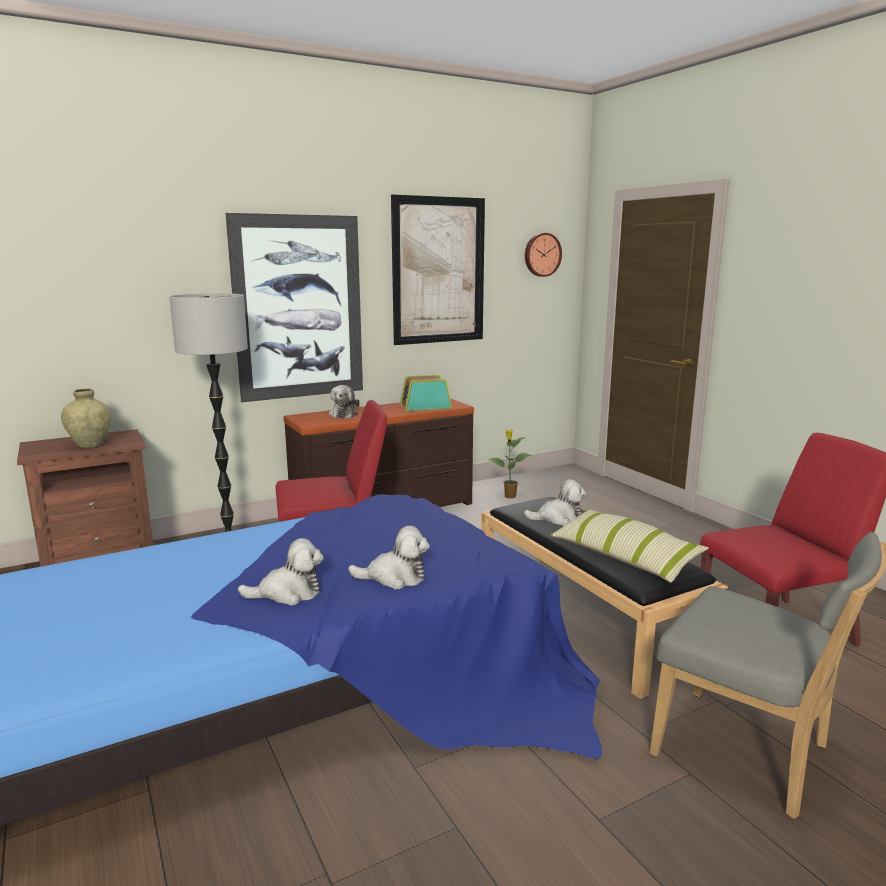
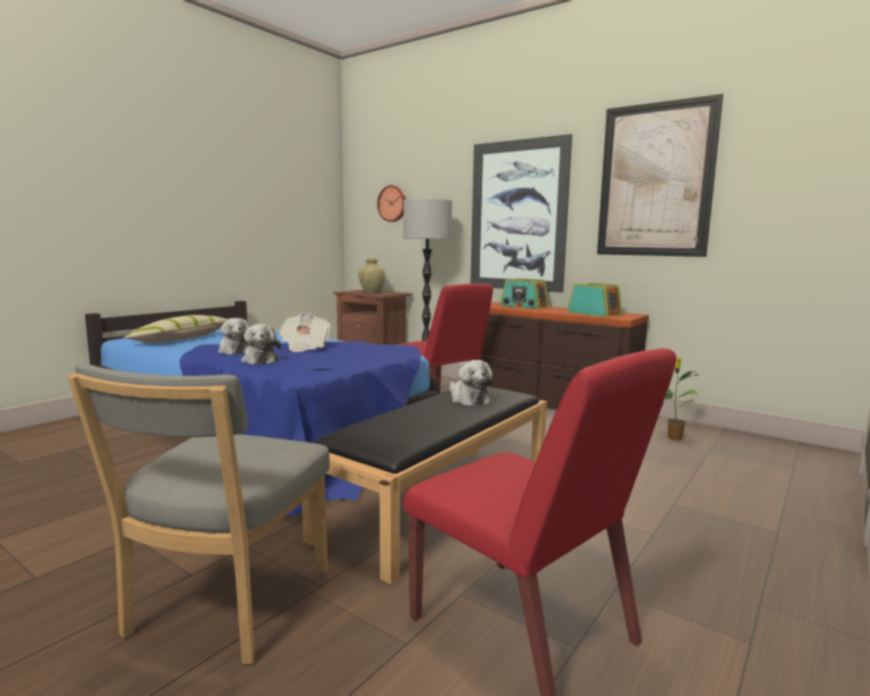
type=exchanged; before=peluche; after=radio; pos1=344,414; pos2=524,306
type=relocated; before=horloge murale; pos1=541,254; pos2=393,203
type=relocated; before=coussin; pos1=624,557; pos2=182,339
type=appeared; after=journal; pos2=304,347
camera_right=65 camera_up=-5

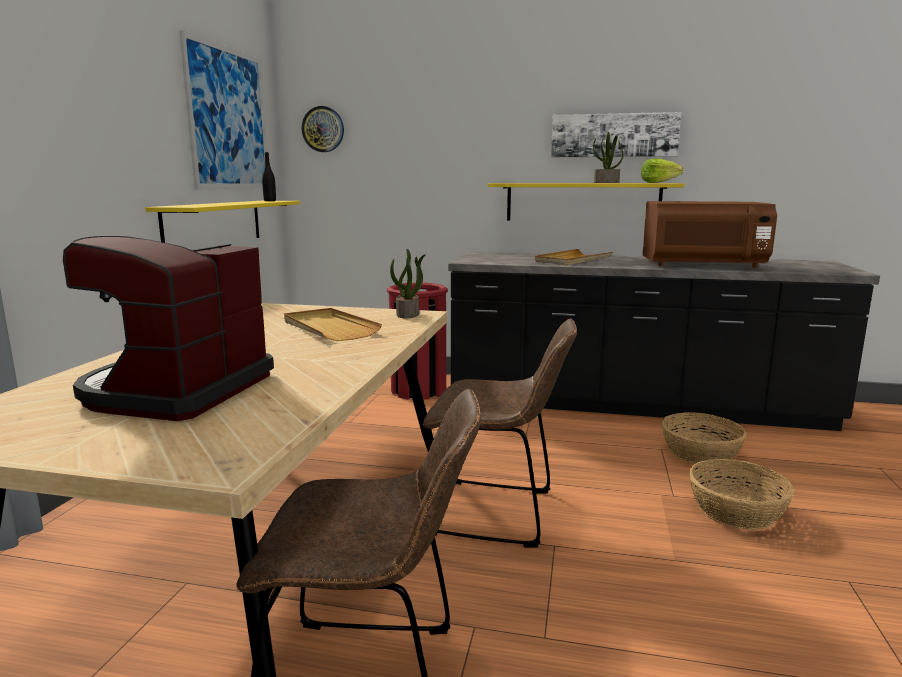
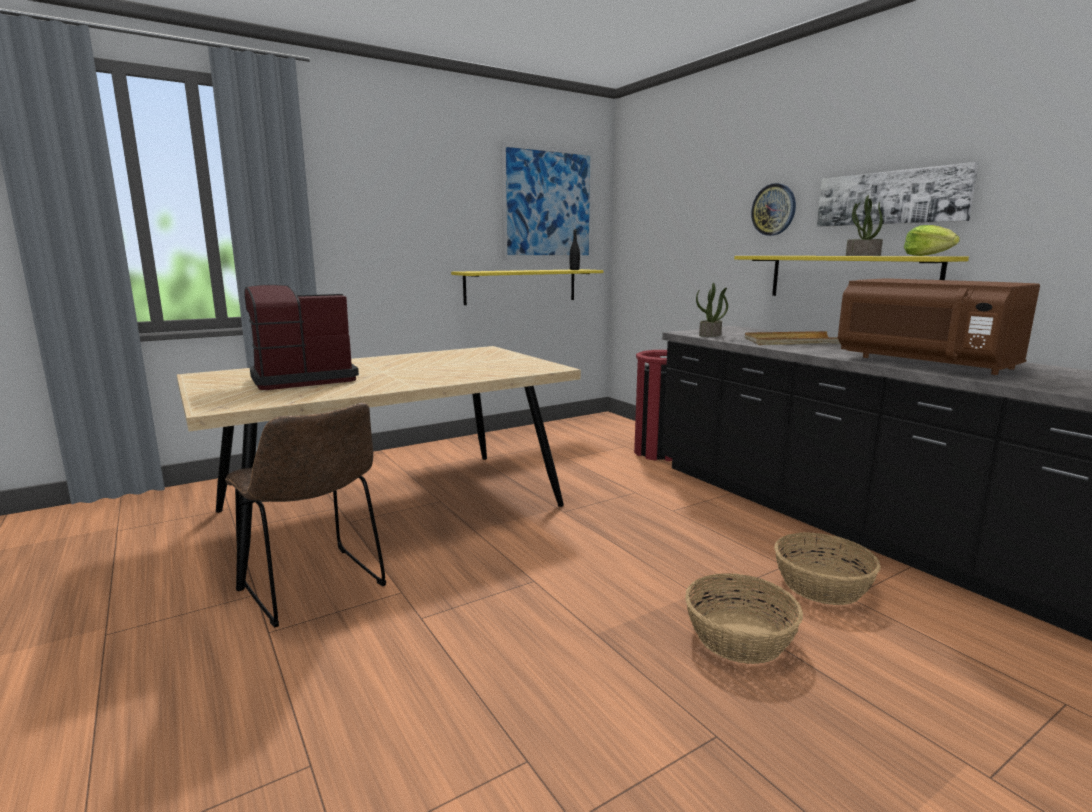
type=missing; before=plateau [beige]; pos1=329,328
type=relocated; before=horloge murale; pos1=323,129; pos2=774,209
type=relocated; before=plante en pot; pos1=408,314; pos2=710,335
type=missing; before=chaise [marron]; pos1=498,513
camera_right=45 camera_up=0

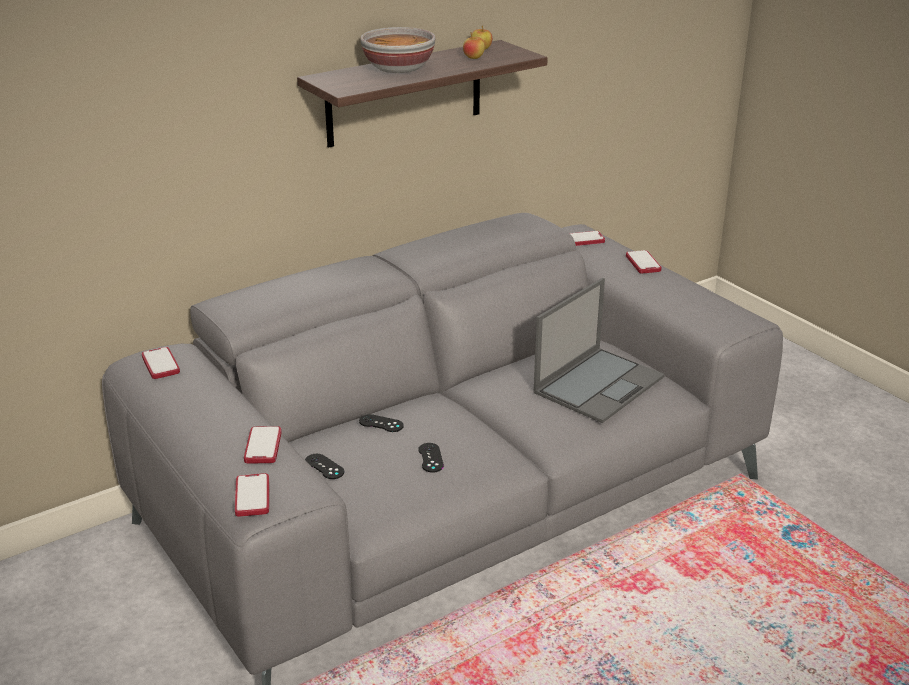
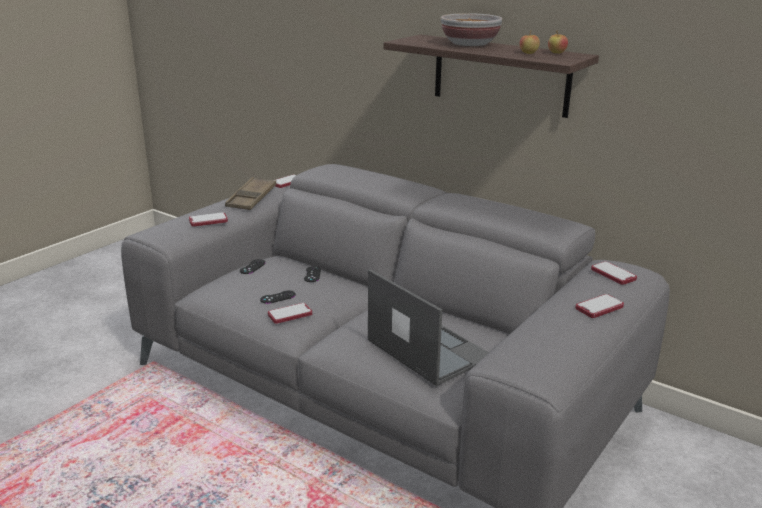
type=relocated; before=téléphone; pos1=252,496; pos2=290,314
type=spun; before=ordinateur portable; pos1=599,384; pos2=427,349; turn=-150
type=appeared; after=plateau [marron]; pos2=251,198
camera_right=70 camera_up=-5

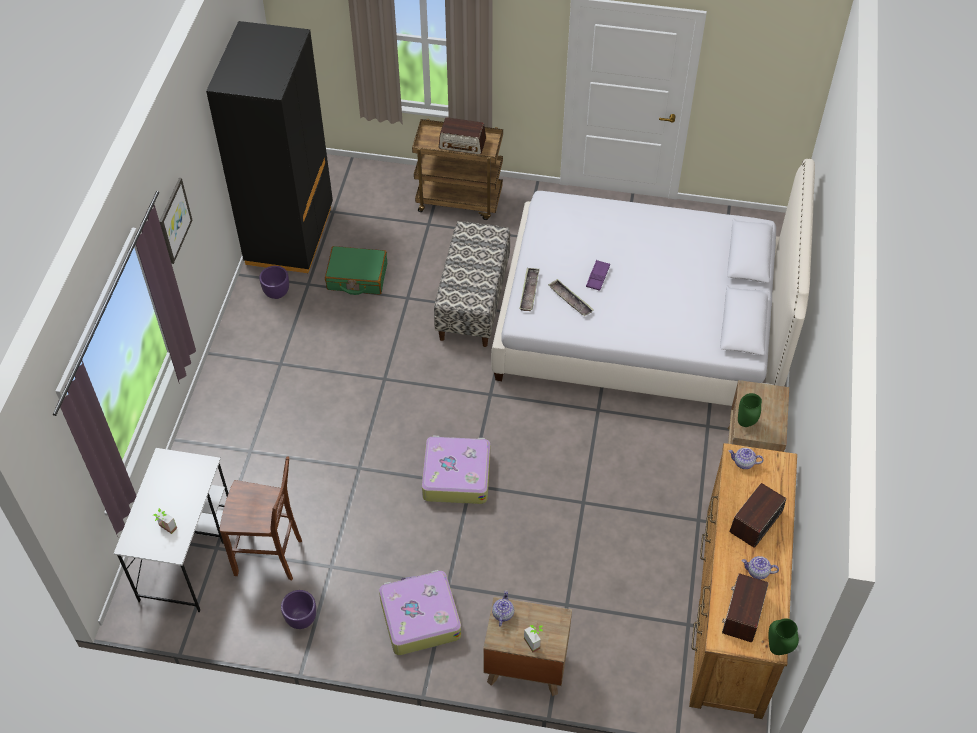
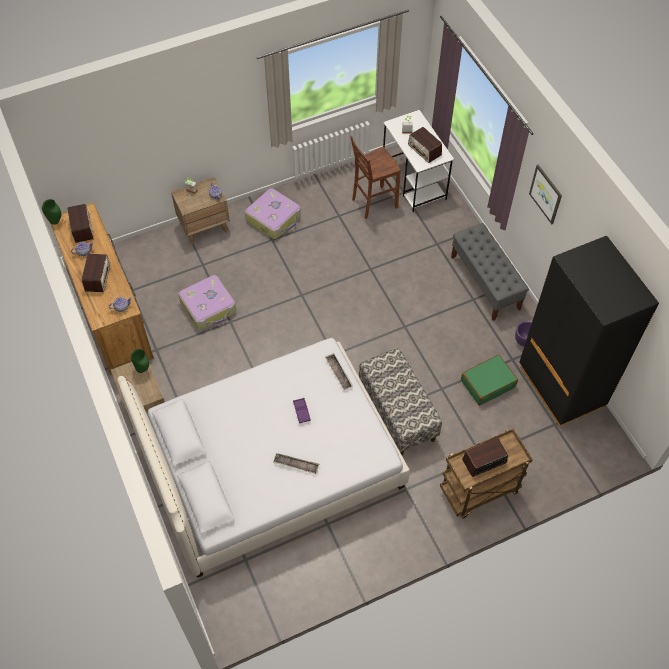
type=missing; before=cache-pot [violet]; pos1=301,619
type=relocated; before=valise; pos1=456,475; pos2=209,307
type=relocated; before=plateau; pos1=570,300; pos2=296,465
type=appeared; after=radio; pos2=424,150
type=appeared; after=banc [gris]; pos2=485,283
camera_right=145 camera_up=5

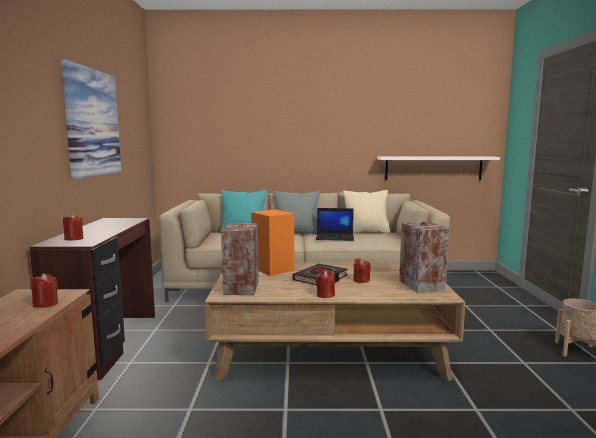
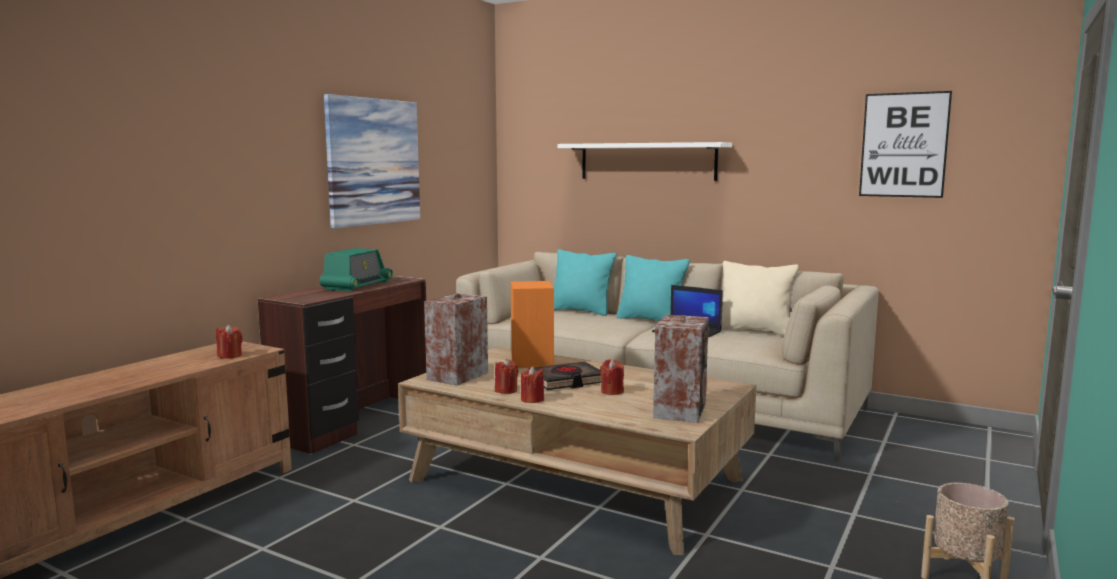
type=relocated; before=bougie [rouge]; pos1=74,239; pos2=506,390
type=colour; before=coussin [gris]; after=coussin [turquoise]; pos1=297,233; pos2=651,320
type=relocated; before=étagère [blanc]; pos1=433,168; pos2=647,161
type=appeared; after=radio; pos2=357,285
type=appeared; after=tableau; pos2=904,145
camera_right=30 camera_up=0

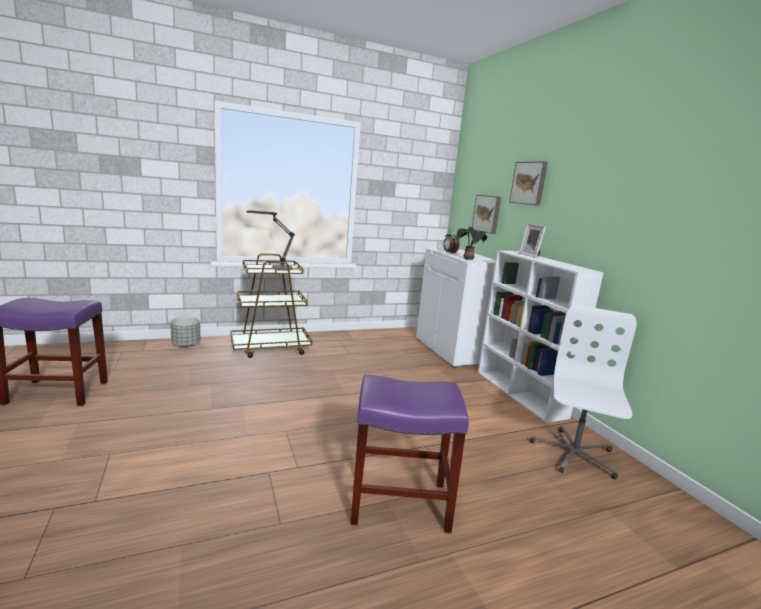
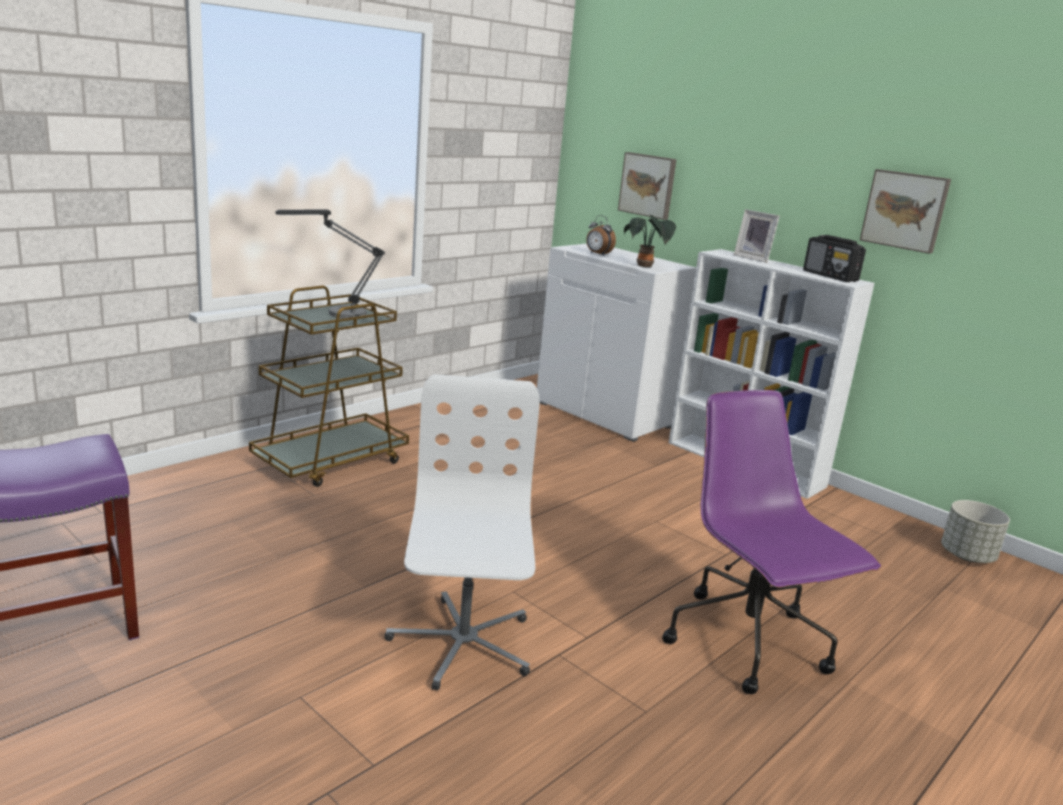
type=relocated; before=cache-pot [gris]; pos1=186,345; pos2=967,556
type=exchanged; before=tabouret [violet]; after=chaise de bureau [violet]; pos1=400,502; pos2=748,643
type=relocated; before=tableau; pos1=529,183; pos2=905,210
type=relocated; before=chaise de bureau [blanc]; pos1=573,454; pos2=462,644
type=appeared; after=radio; pos2=830,276
camera_right=-25 camera_up=5

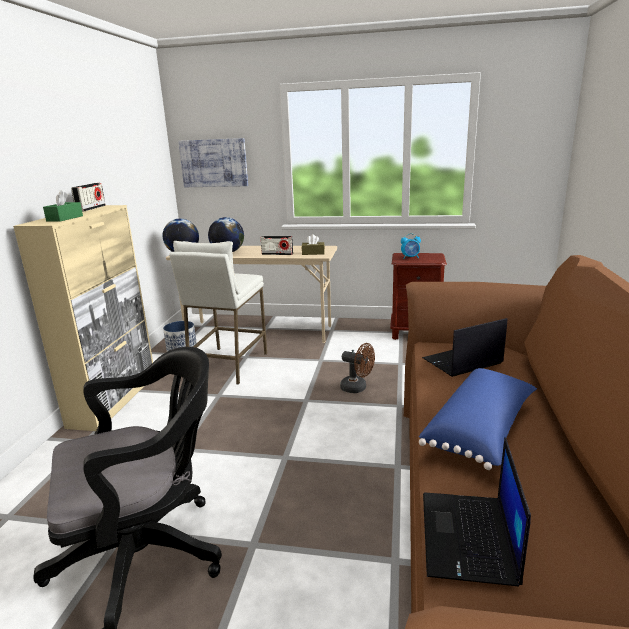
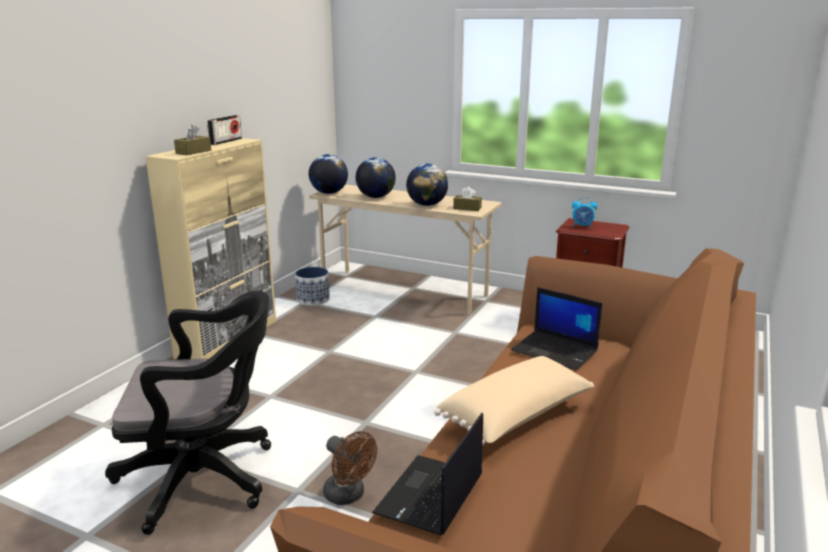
type=colour; before=boîte à mouchoirs [vert]; after=boîte à mouchoirs [marron]; pos1=65,218; pos2=193,152
type=missing; before=tabouret [blanc]; pos1=228,365
type=missing; before=tableau; pos1=214,163
type=exchanged; before=radio; after=globe; pos1=277,254; pos2=427,205
type=relocated; before=ventilateur [marron]; pos1=357,388; pos2=348,496
type=colour; before=coussin [bleu]; after=coussin [beige]; pos1=481,430; pos2=517,417
type=spun; before=ordinateur portable; pos1=462,362; pos2=556,351; turn=-135
camera_right=15 camera_up=0

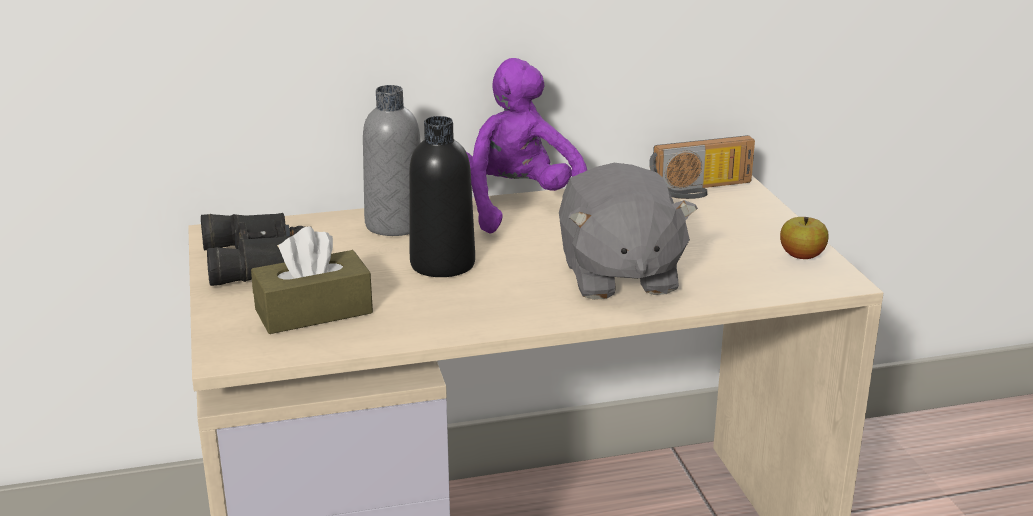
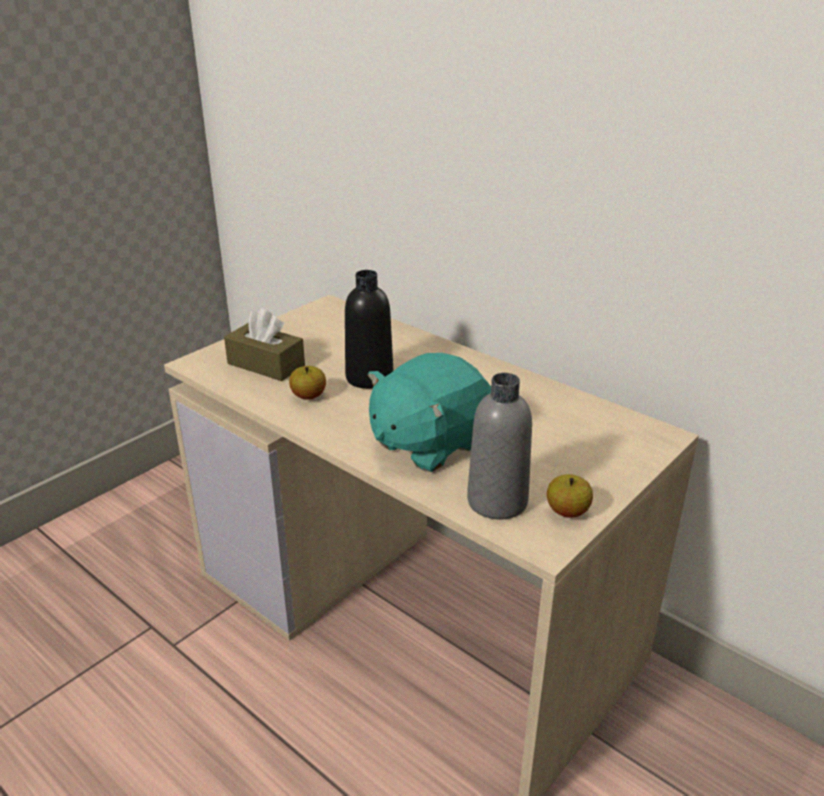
type=missing; before=jumelles [noir]; pos1=262,260
type=relocated; before=bouteille [gris]; pos1=395,224; pos2=497,501
type=missing; before=peluche [violet]; pos1=517,207
type=colour; before=peluche [gris]; after=peluche [turquoise]; pos1=618,276; pos2=427,443
type=missing; before=radio; pos1=702,190
type=appeared; after=pomme; pos2=308,396
camera_right=55 camera_up=5

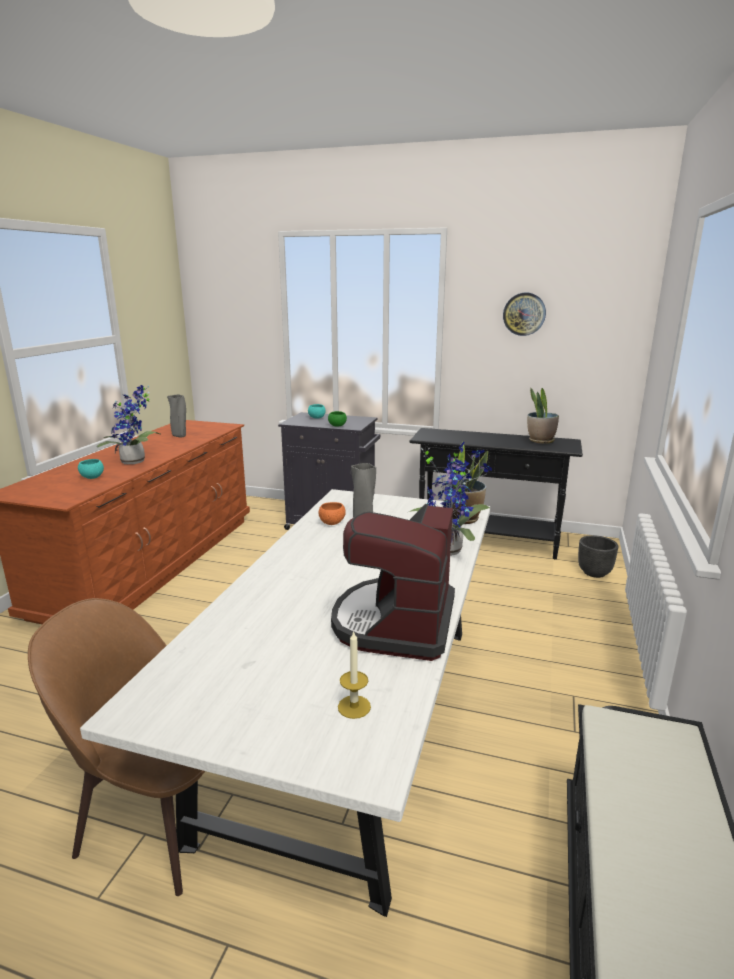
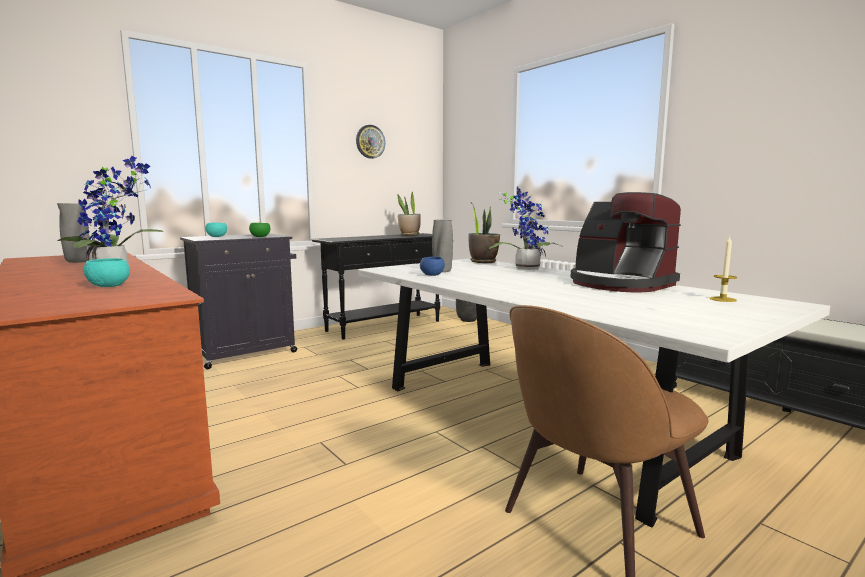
type=colour; before=bol [orange]; after=bol [bleu]; pos1=332,523; pos2=432,275
camera_right=-55 camera_up=-10

